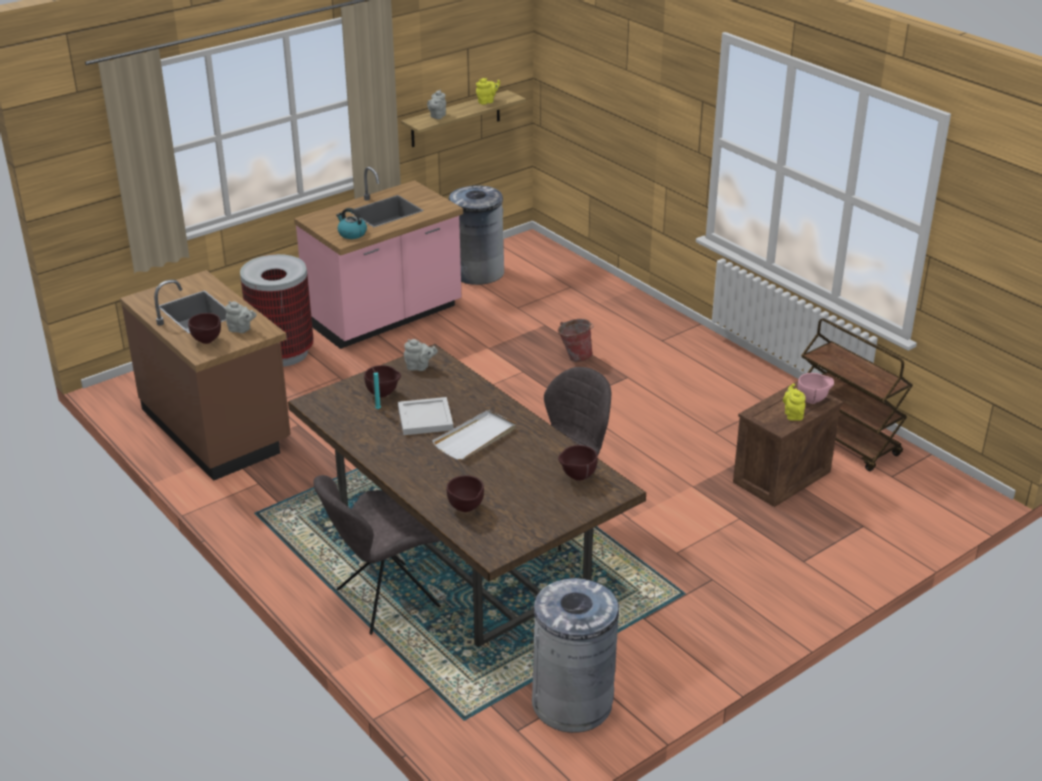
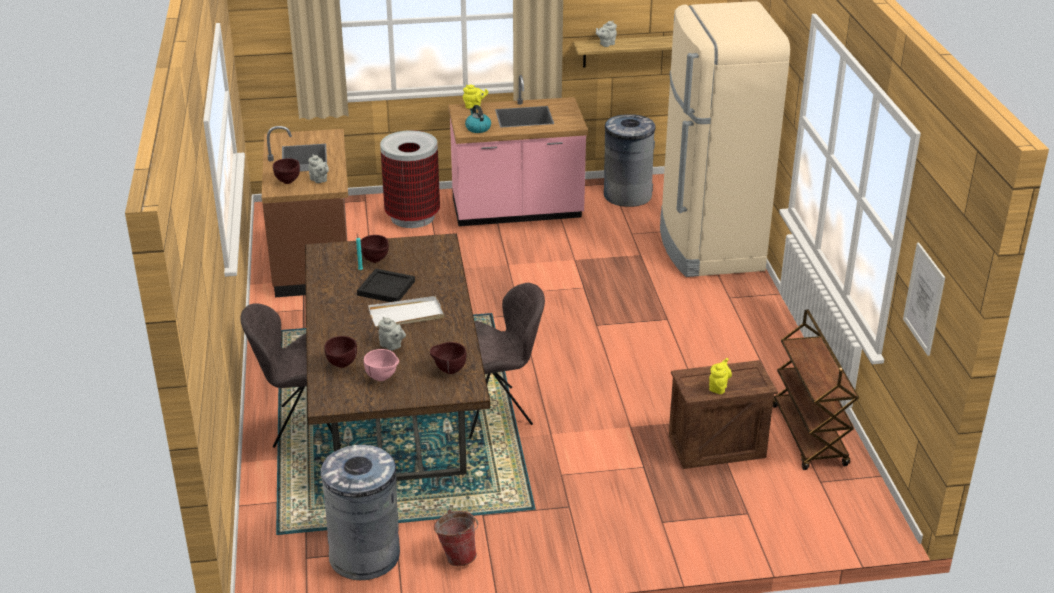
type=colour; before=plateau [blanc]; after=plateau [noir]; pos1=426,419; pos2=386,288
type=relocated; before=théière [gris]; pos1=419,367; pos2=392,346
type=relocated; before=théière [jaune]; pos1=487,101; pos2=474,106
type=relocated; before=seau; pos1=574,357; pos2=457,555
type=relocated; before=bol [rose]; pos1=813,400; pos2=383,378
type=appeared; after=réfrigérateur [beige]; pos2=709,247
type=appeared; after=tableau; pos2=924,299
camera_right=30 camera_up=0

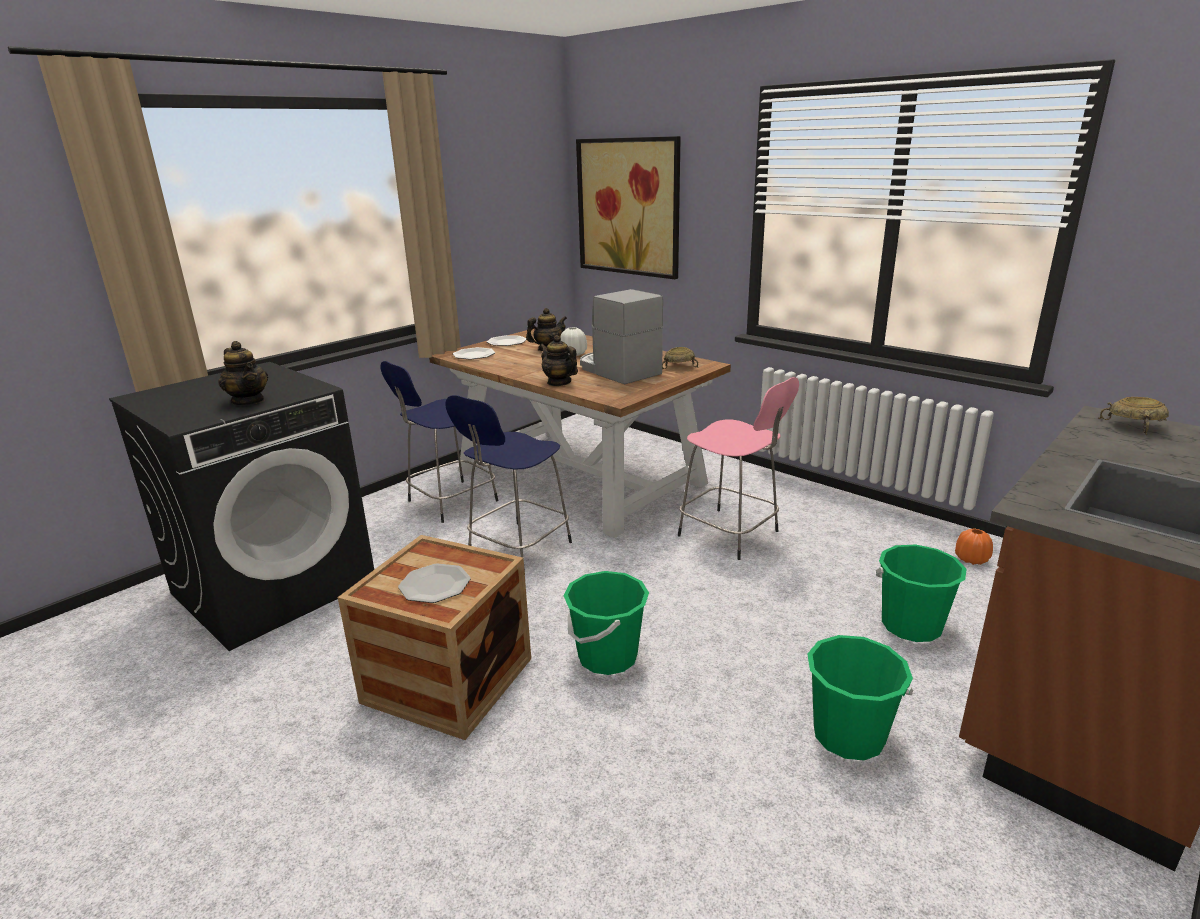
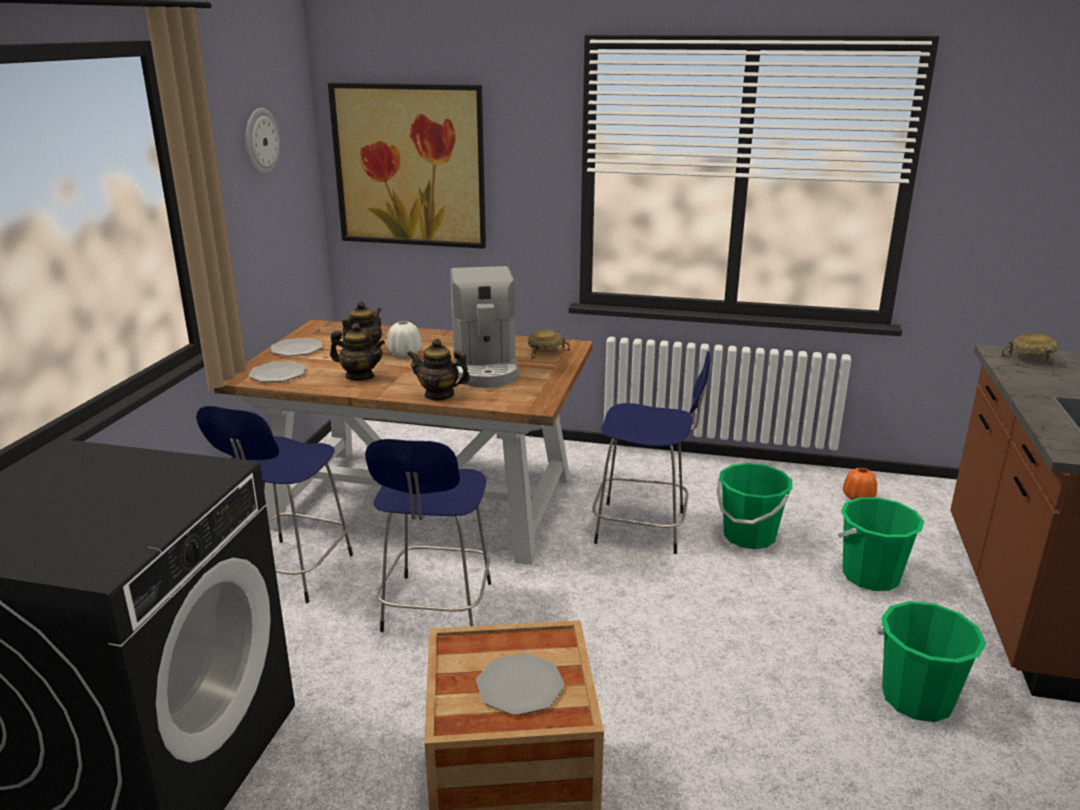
type=relocated; before=théière; pos1=249,401; pos2=360,376
type=relocated; before=seau [vert]; pos1=607,656; pos2=749,536
type=spun; before=machine à café; pos1=617,371; pos2=485,368; turn=-120
type=colour; before=tabouret [rose]; after=tabouret [bleu]; pos1=731,535; pos2=644,528
type=appeared; after=horloge murale; pos2=260,141
camera_right=-30 camera_up=0

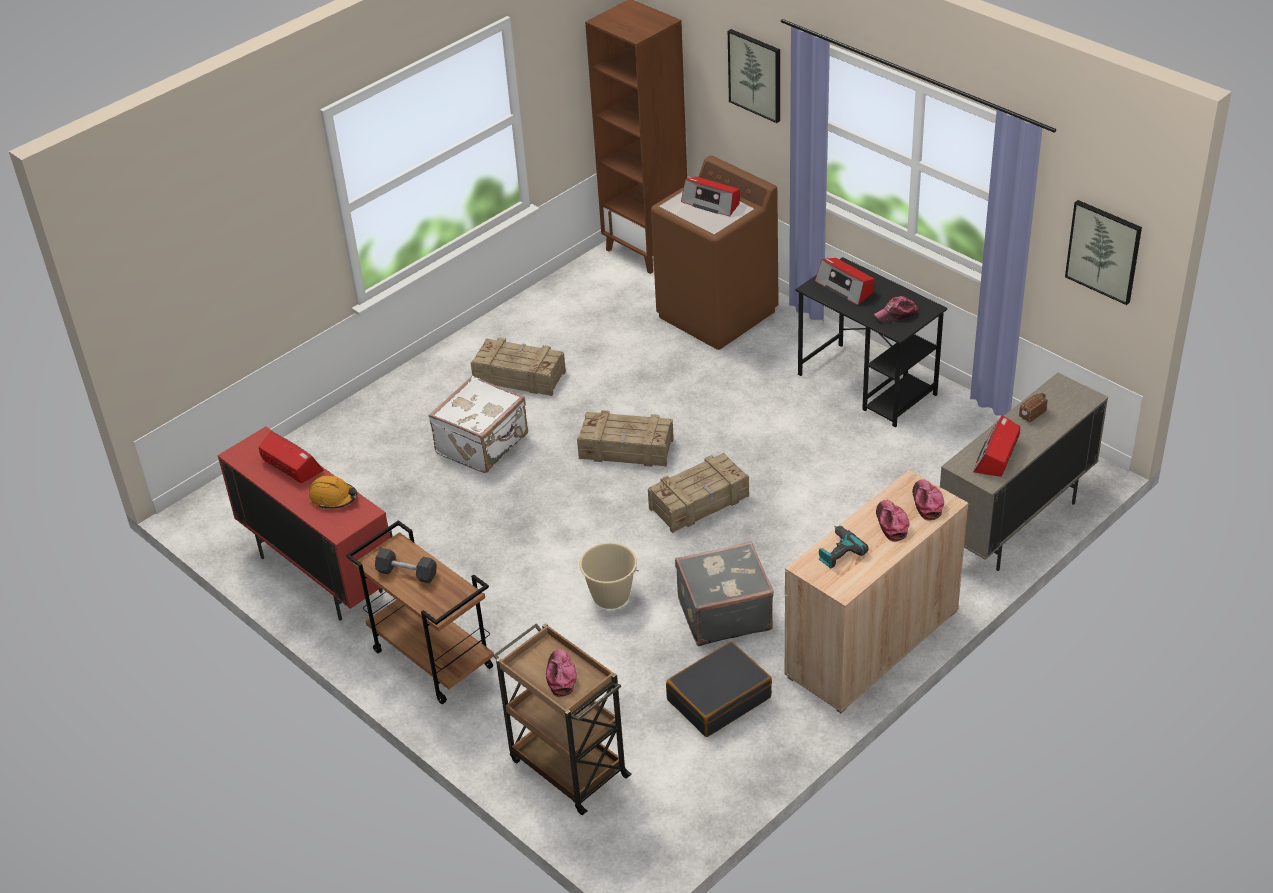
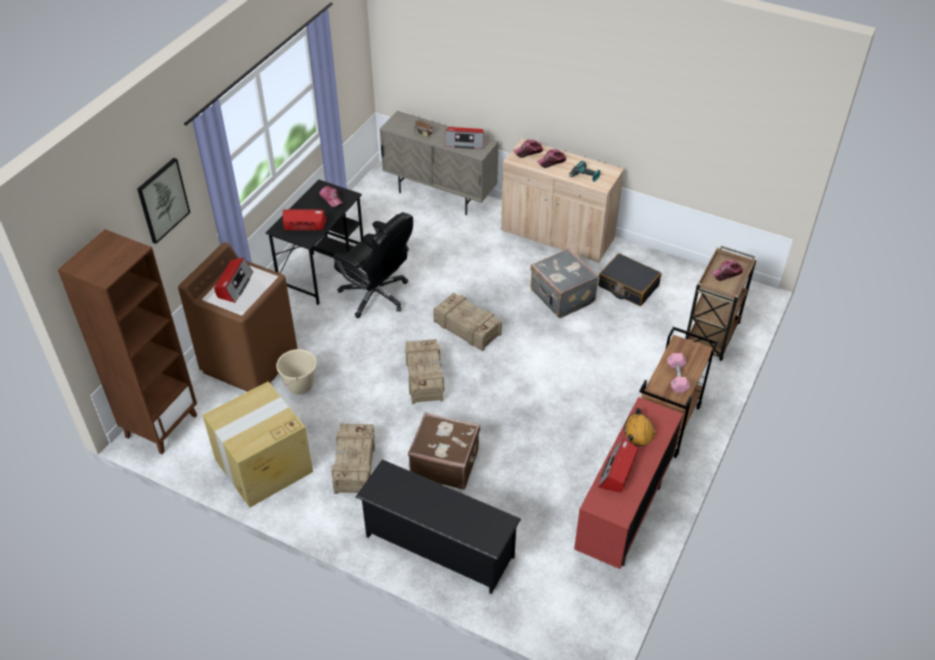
type=colour; before=haltère [noir]; after=haltère [rose]; pos1=407,573; pos2=677,378
type=colour; before=valise [blanc]; after=valise [marron]; pos1=484,444; pos2=444,463
type=relocated; before=seau [beige]; pos1=610,596; pos2=300,385
type=spun; before=radio; pos1=845,287; pos2=304,225; turn=-120
type=missing; before=tableau; pos1=1104,251
type=appeared; after=carton; pos2=263,466
type=appeared; after=chaise de bureau [noir]; pos2=376,295
type=appeared; after=étagère à chaussures [noir]; pos2=438,546
camera_right=-110 camera_up=5

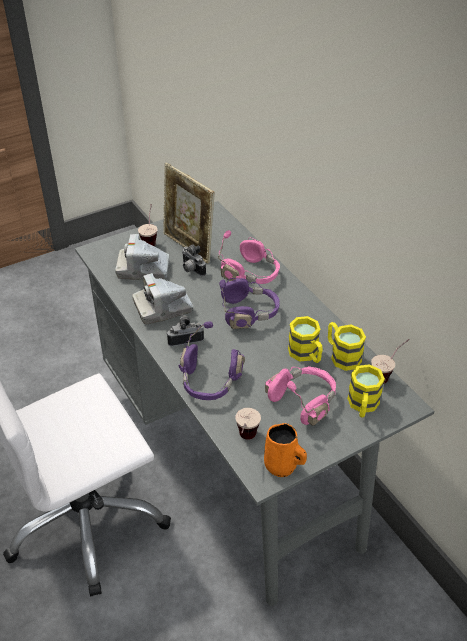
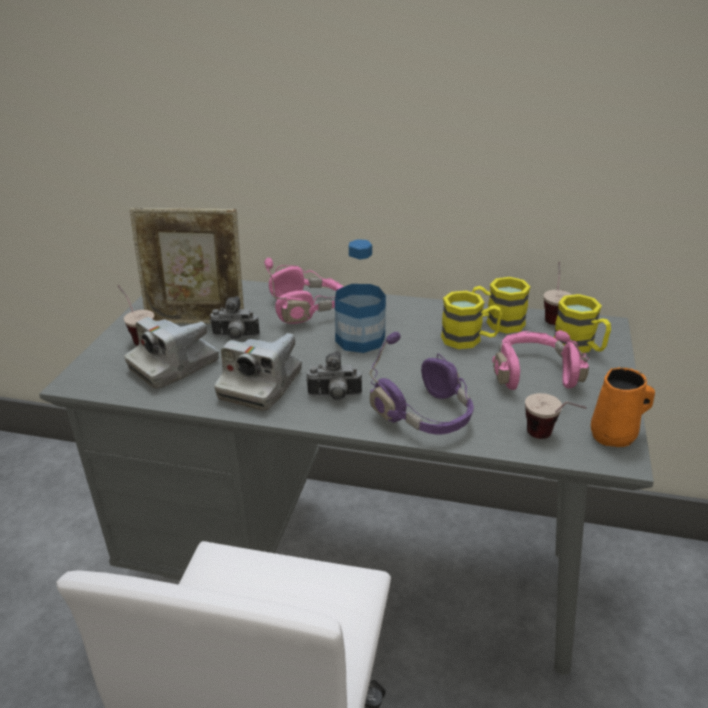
type=spun; before=appareil photo; pos1=185,339; pos2=334,397; turn=-120
type=exchanged; before=casque audio [violet]; after=bouteille; pos1=249,313; pos2=360,339
camera_right=-45 camera_up=-10

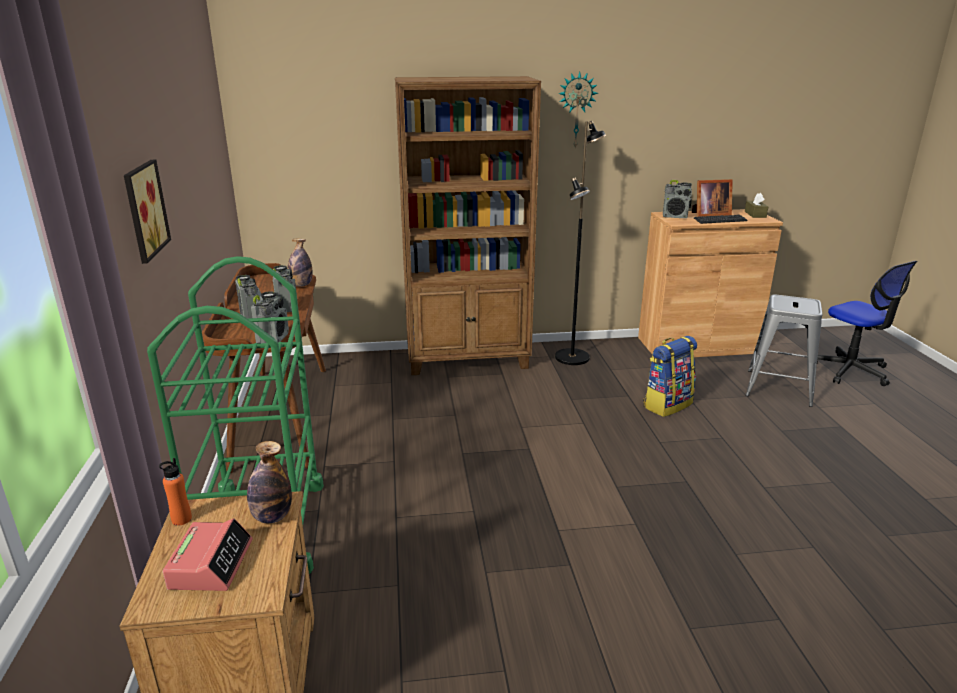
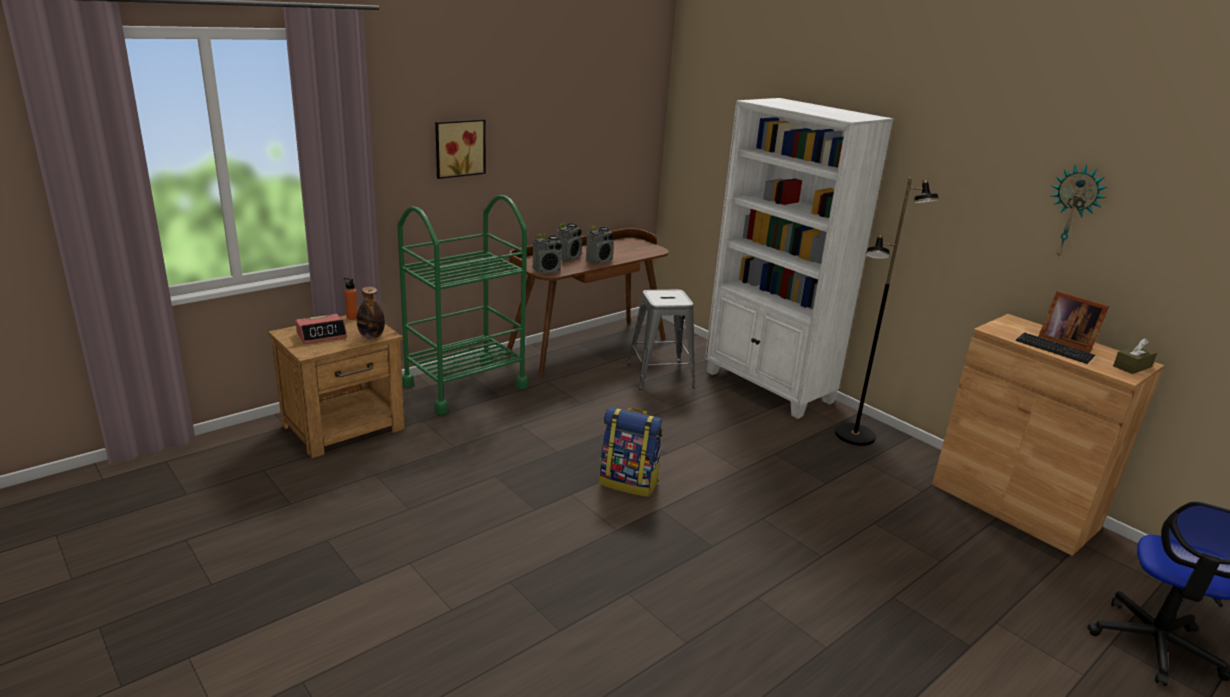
type=missing; before=bouteille; pos1=301,285
type=colour; before=bibliothèque [marron]; after=bibliothèque [blanc]; pos1=468,360; pos2=768,387
type=relocated; before=horloge murale; pos1=576,110; pos2=1073,212
type=relocated; before=sac à dos; pos1=667,404; pos2=629,483
type=missing; before=radio; pos1=675,216
type=relocated; before=tabouret [gris]; pos1=778,387; pos2=660,375
camera_right=55 camera_up=0

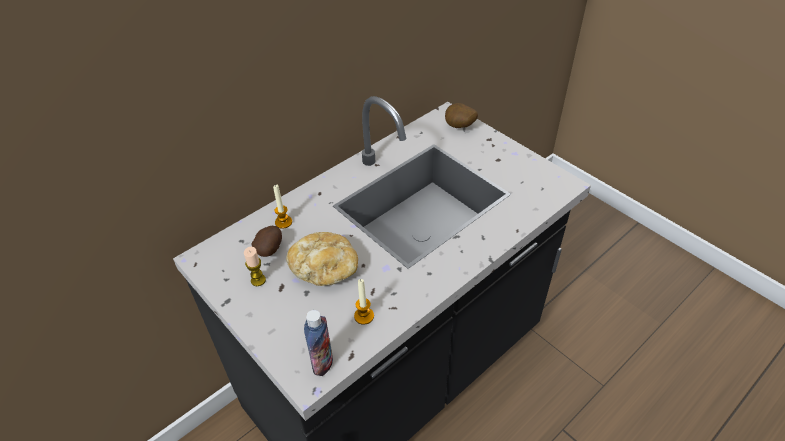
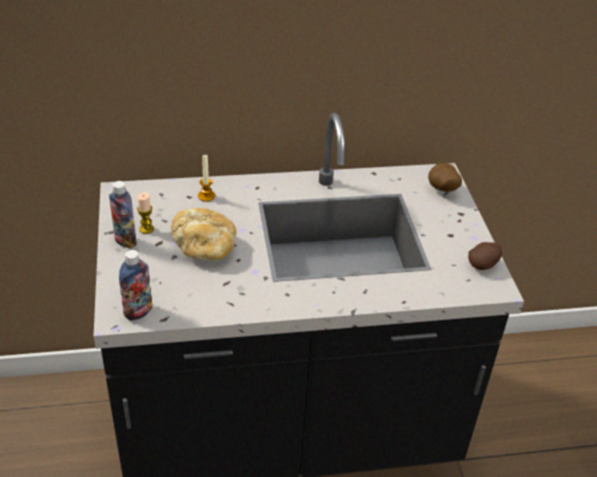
type=relocated; before=pomme de terre; pos1=270,248; pos2=483,265
type=missing; before=bougie; pos1=364,316
type=appeared; after=bouteille; pos2=125,240
camera_right=30 camera_up=-5

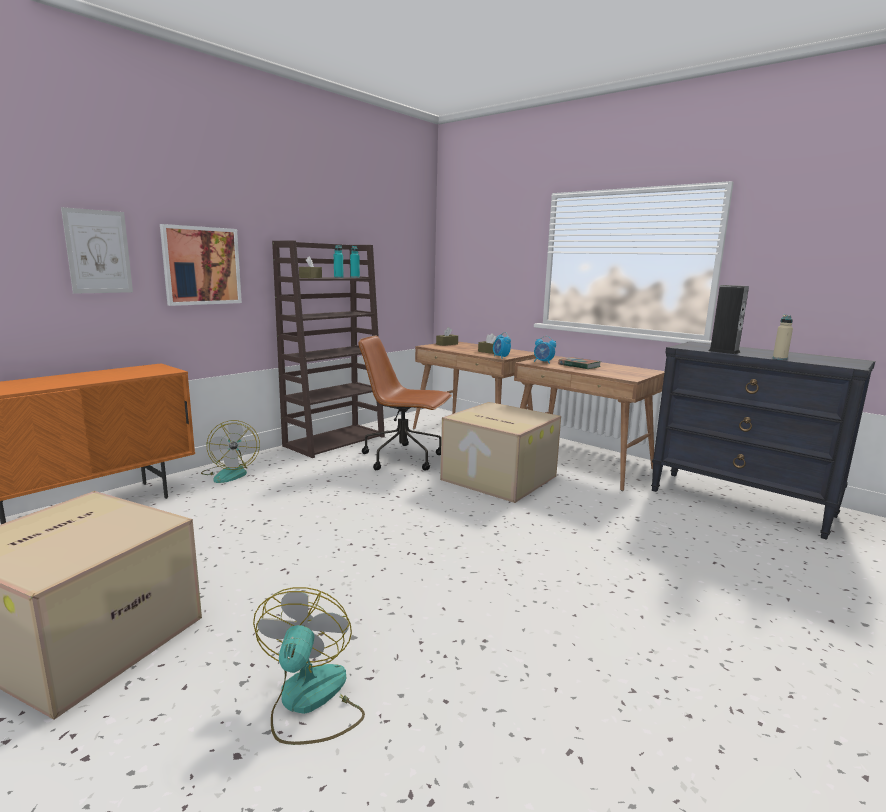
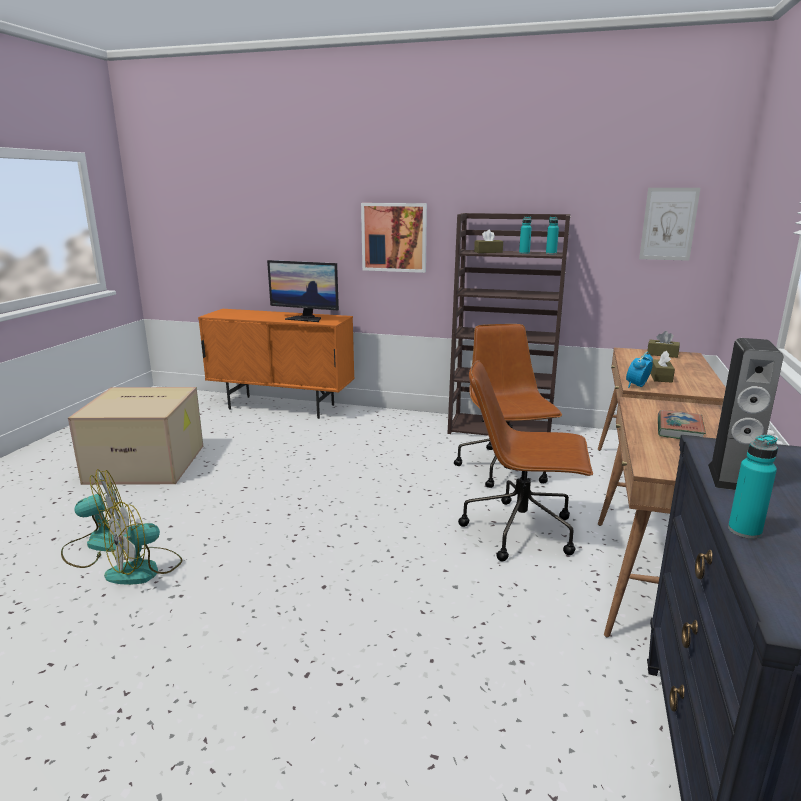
type=relocated; before=tableau; pos1=98,252; pos2=668,224
type=relocated; before=ventilateur; pos1=230,473; pos2=144,569
type=exchanged; before=carton; after=chaise de bureau [marron]; pos1=497,478; pos2=522,531
type=missing; before=réveil; pos1=543,362
type=colour; before=bouteille [beige]; after=bouteille [turquoise]; pos1=779,358; pos2=744,531
type=appeared; after=écran d'ordinateur; pos2=306,319
camera_right=65 camera_up=5

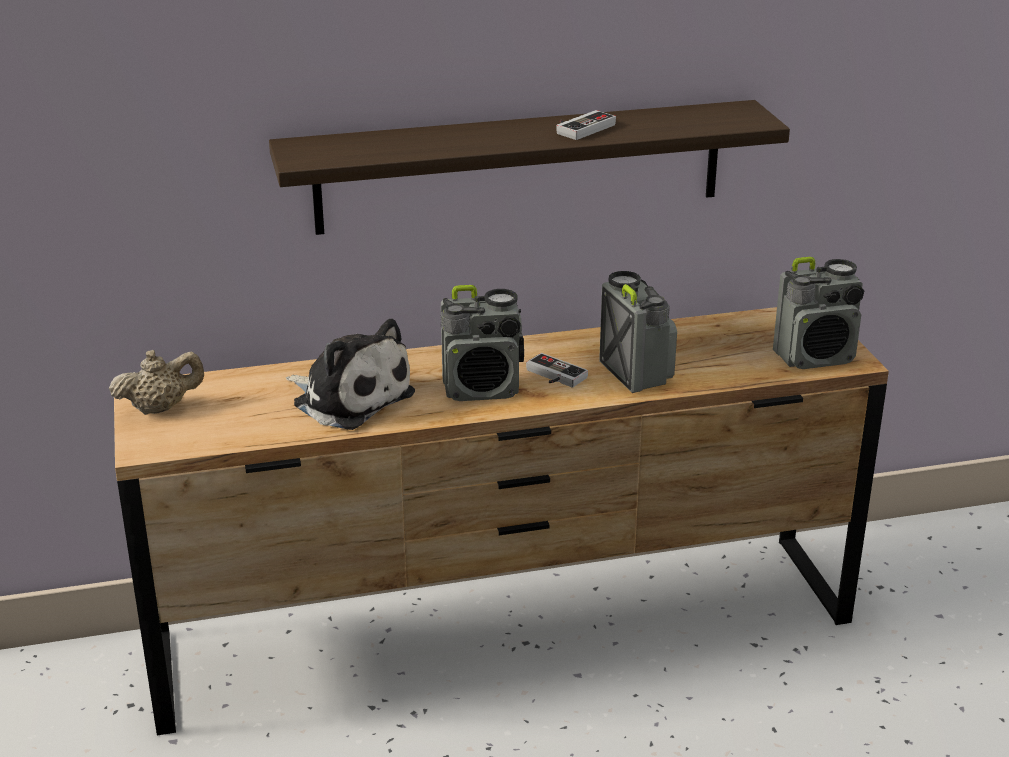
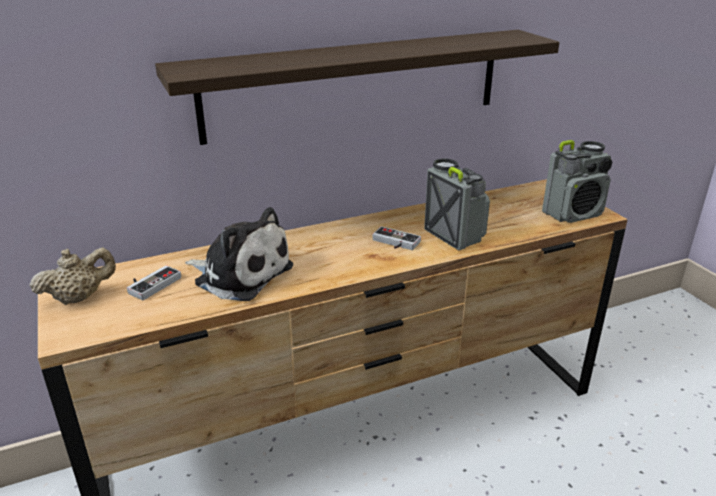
type=missing; before=radio; pos1=482,389
type=relocated; before=manette; pos1=581,128; pos2=151,284
camera_right=-10 camera_up=0

